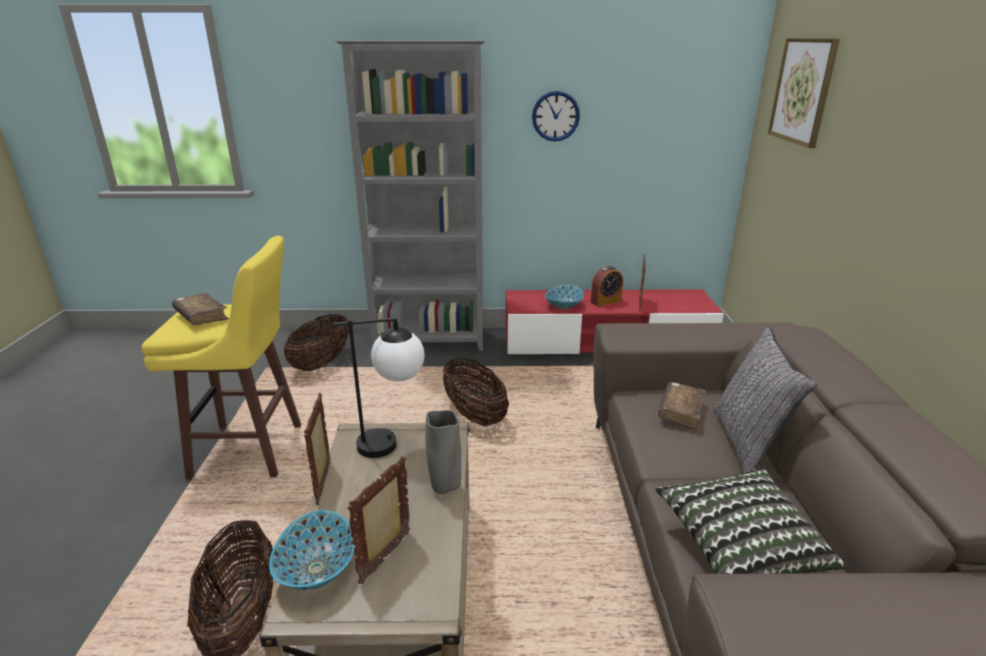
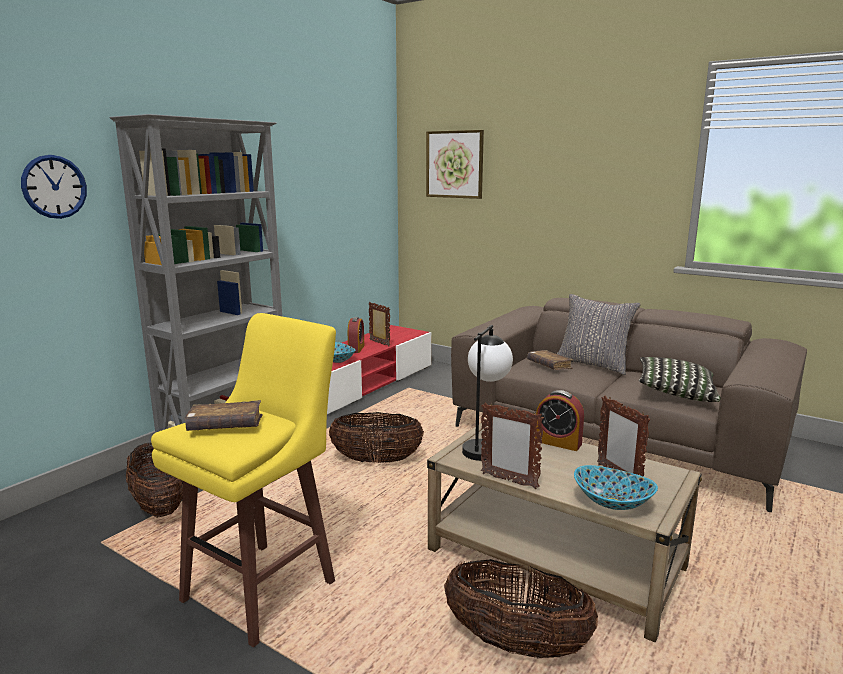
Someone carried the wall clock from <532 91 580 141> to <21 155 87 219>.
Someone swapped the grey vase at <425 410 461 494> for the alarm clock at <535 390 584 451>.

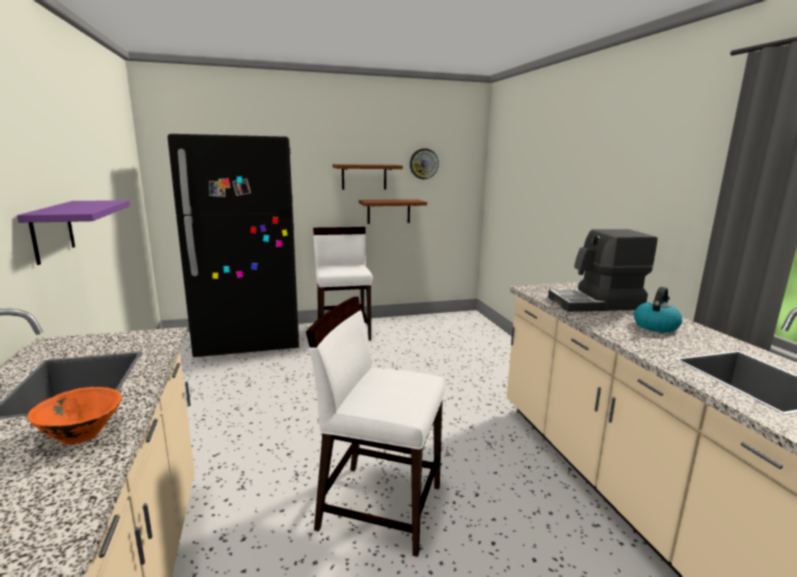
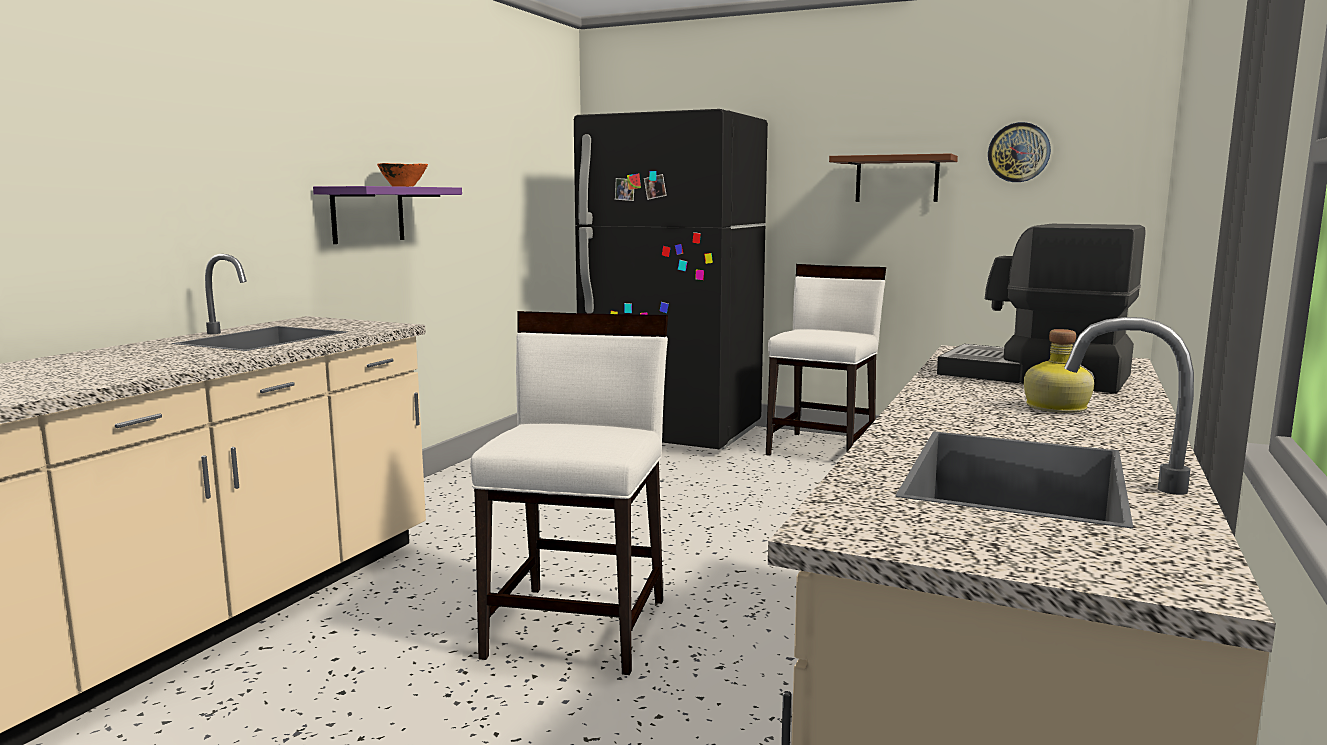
Someone carried the orange bowl from <27 387 122 444> to <377 163 428 187>.
Someone rotated the white chair at <306 297 445 557> by 45 degrees clockwise.
Someone swapped the kettle at <634 287 682 332> for the bottle at <1024 329 1095 413>.
Someone took away the brown shelf at <359 199 427 224>.

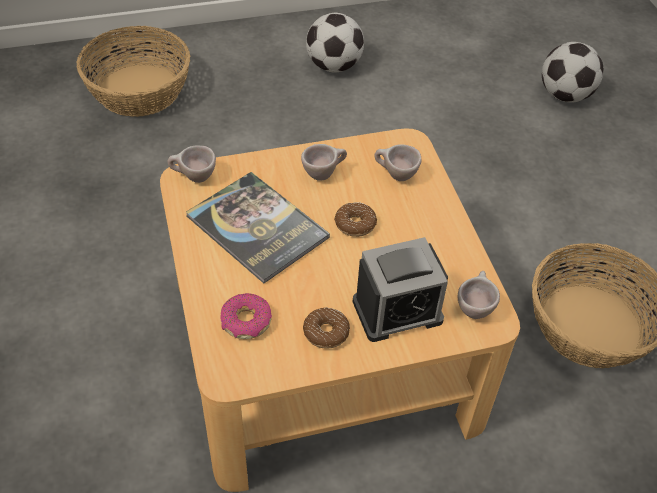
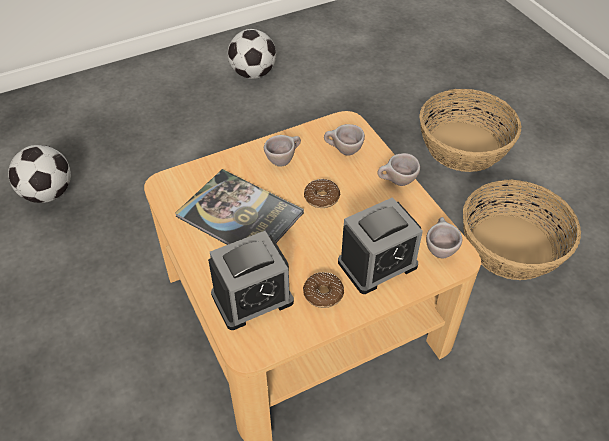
Someone carried the football from <542 42 603 103> to <8 145 71 203>.
Someone swapped the donut at <221 293 272 339> for the alarm clock at <208 231 294 330>.
Someone carried the beige cup from <168 145 216 183> to <377 153 420 186>.
Someone carried the basket from <76 26 190 117> to <419 89 522 172>.

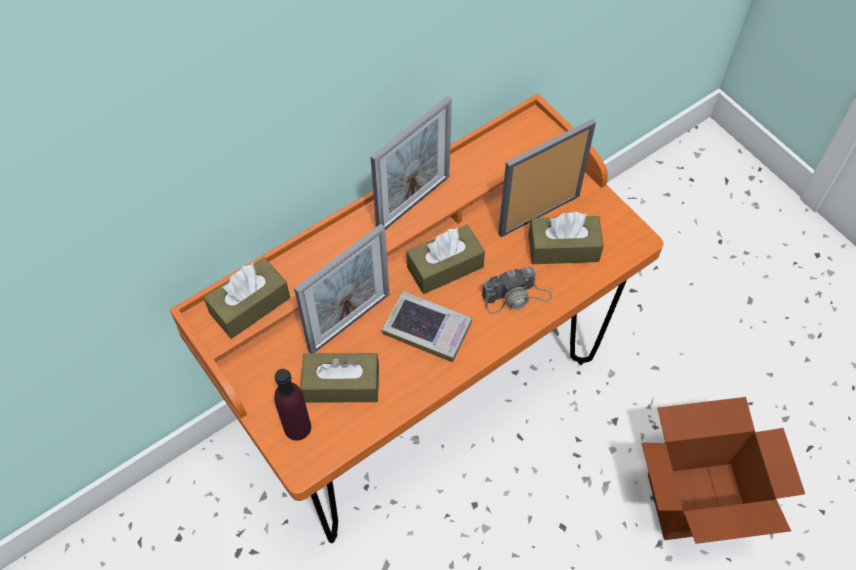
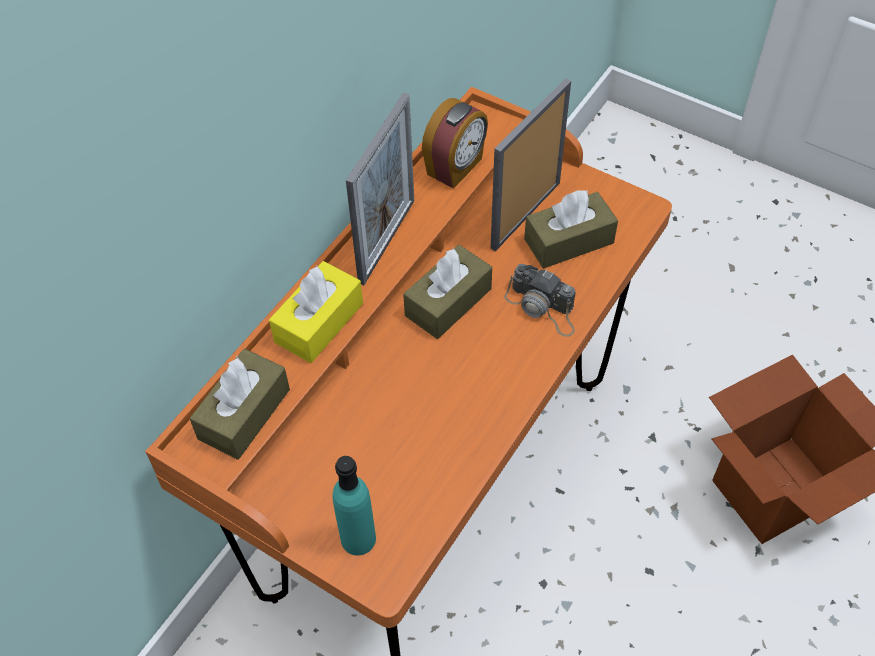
Someone put down the yellow tissue box at <269 261 363 363>.
Someone repainted the purple bottle at <274 369 311 441>, which became the turquoise bottle at <332 456 376 555>.
Someone put down the alarm clock at <422 98 488 188>.
Someone rotated the photo camera at <482 267 552 314> by 75 degrees clockwise.
Someone took away the picture frame at <294 224 389 353>.
Someone took away the brown tissue box at <301 353 379 403>.
Someone took away the book at <382 291 472 362>.

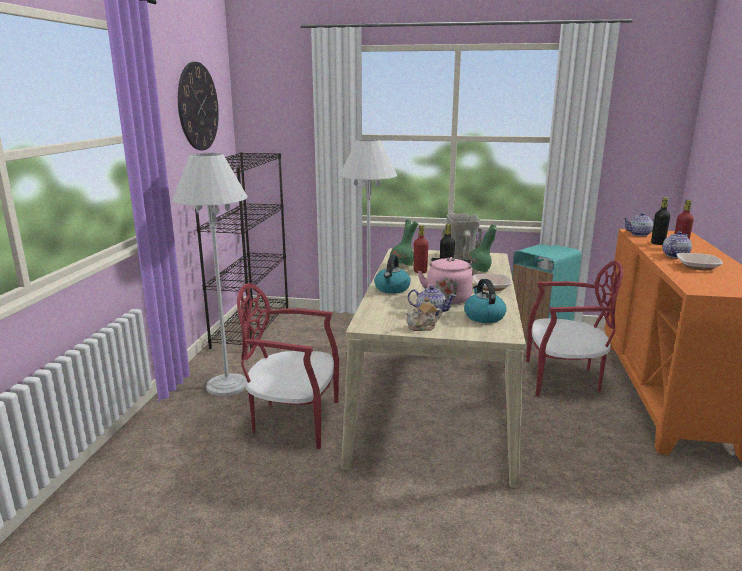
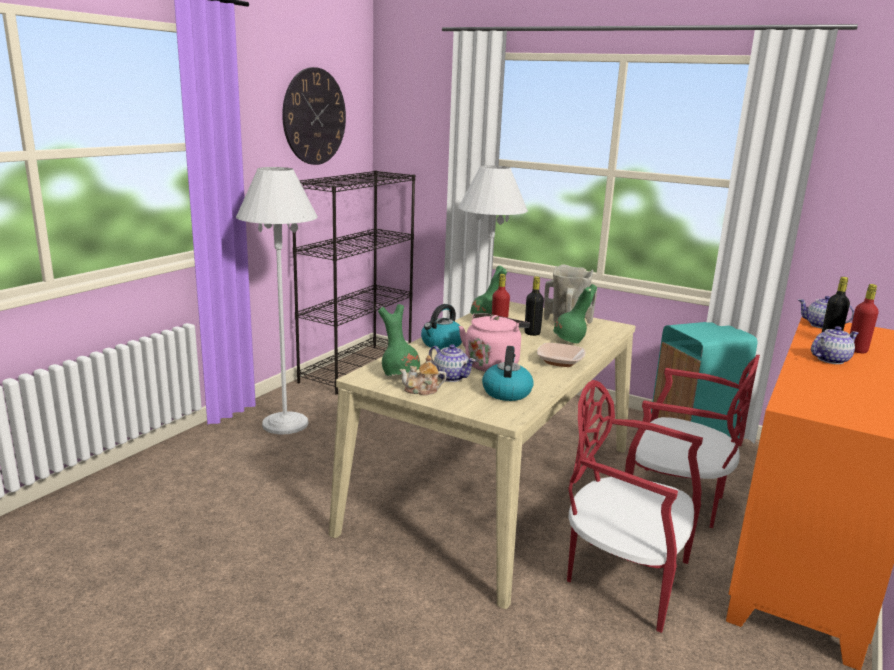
Someone put down the green vase at <378 304 420 377>.
Someone carried the red chair from <237 283 339 449> to <567 380 703 633>.
Someone took away the bowl at <677 253 723 271>.

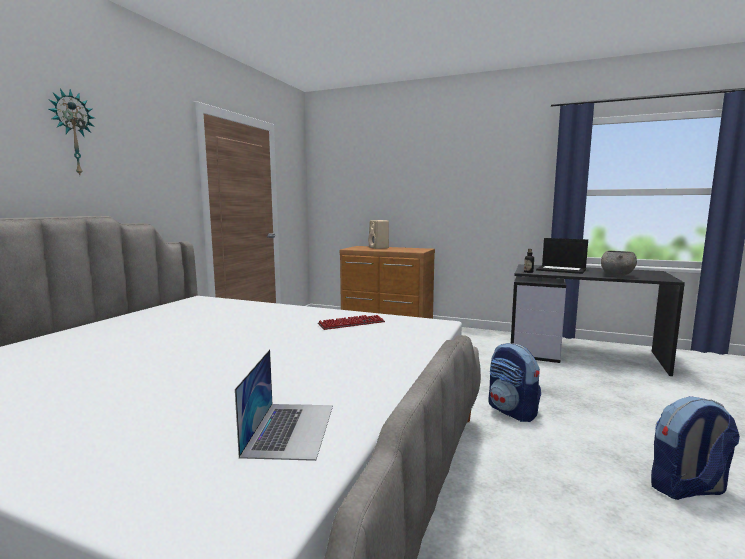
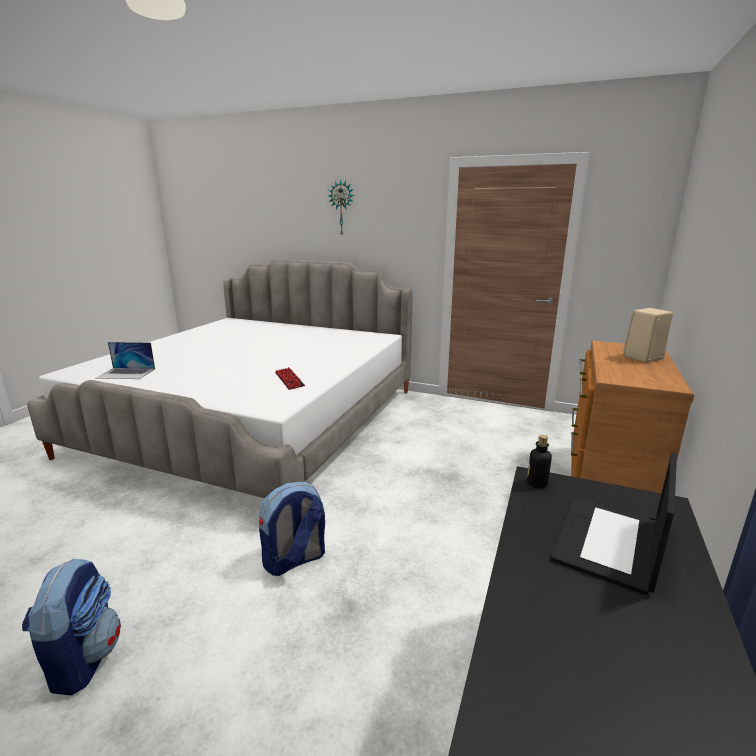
Someone took away the grey bowl at <601 251 637 276>.

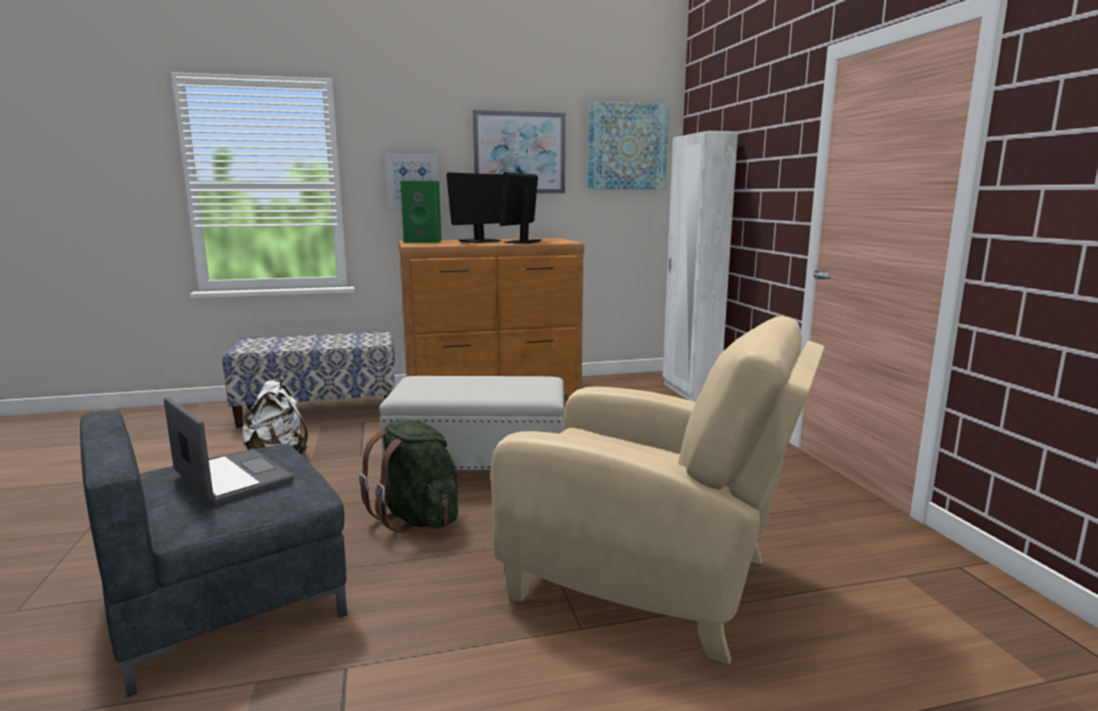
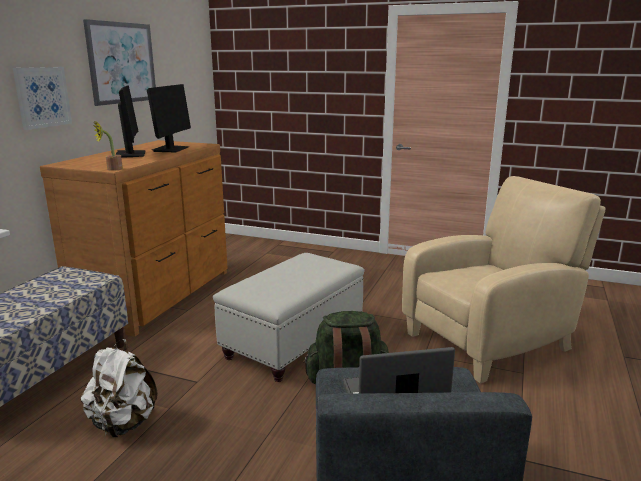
Someone put down the potted plant at <93 122 123 171>.
Someone rotated the monitor at <500 172 542 244> by 135 degrees counterclockwise.
Someone took away the green speaker at <400 181 441 243>.
Someone took away the picture at <588 101 669 189>.
Someone took away the white wardrobe at <663 131 738 402>.

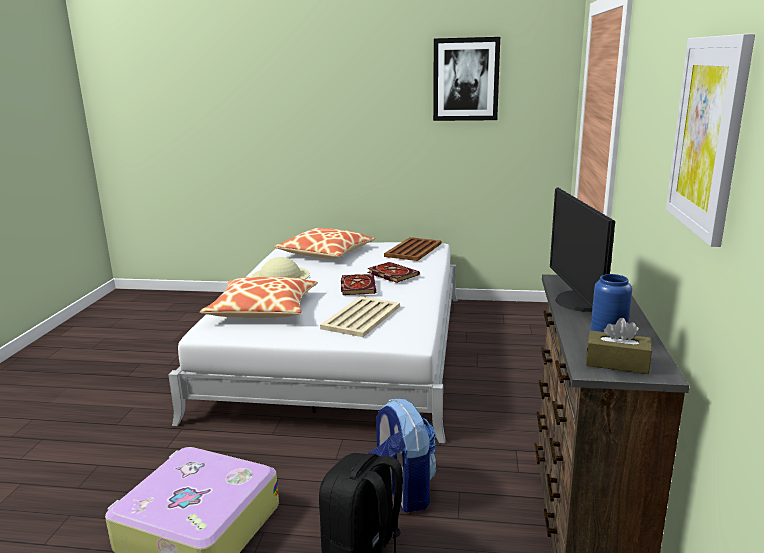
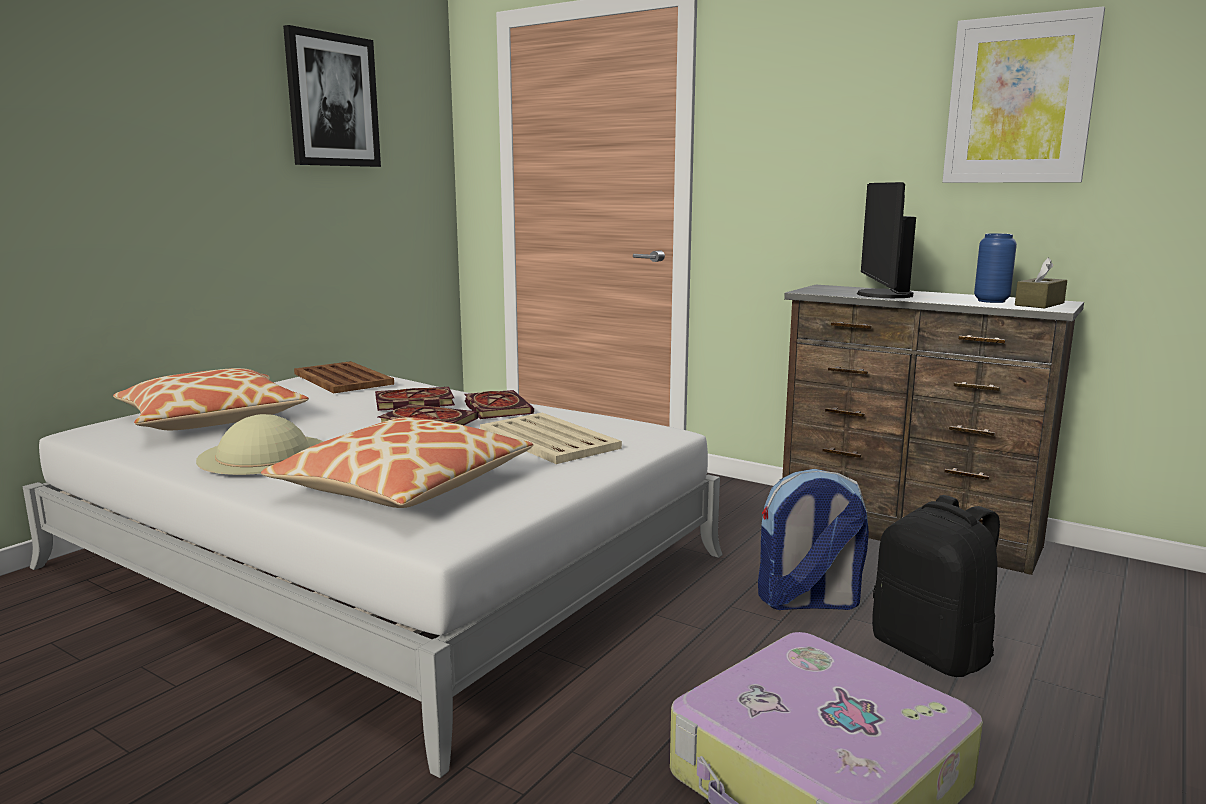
Someone put down the book at <464 390 534 419>.
Someone rotated the monitor at <550 188 615 312> by 75 degrees clockwise.

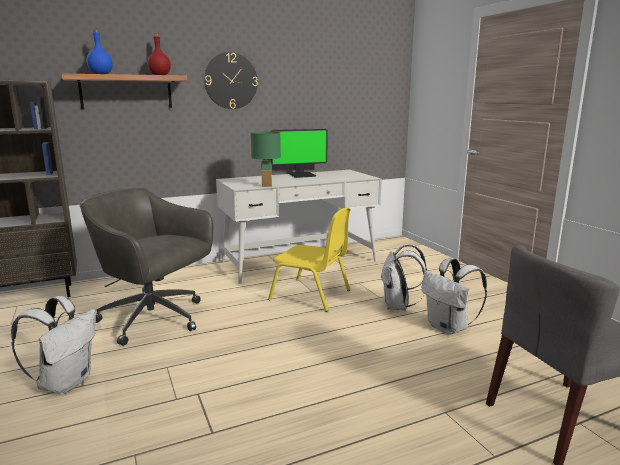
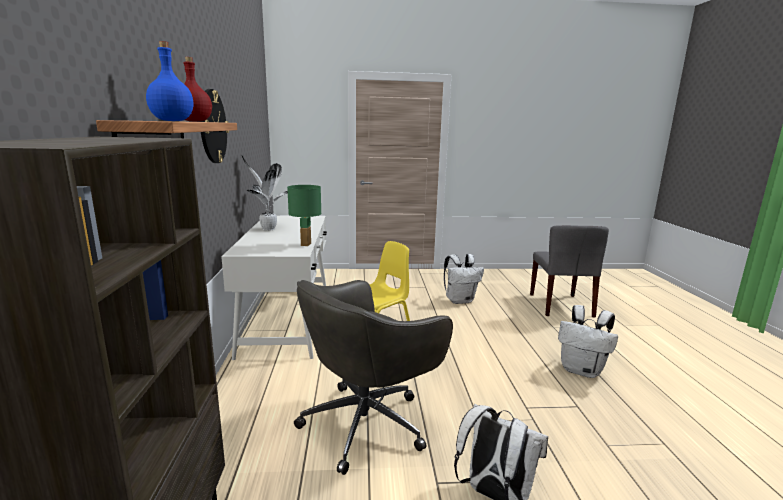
Someone swapped the monitor at <270 129 328 178> for the potted plant at <241 155 288 231>.
Someone carried the white backpack from <380 244 427 311> to <558 305 618 378>.

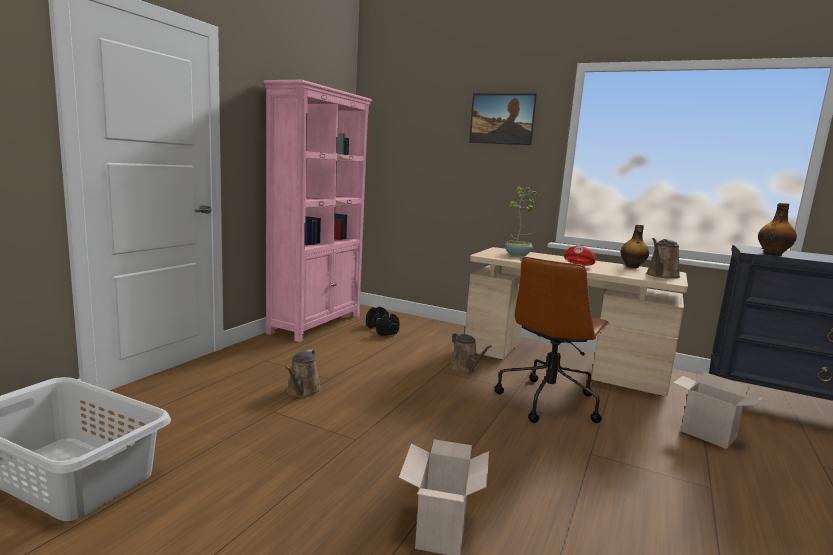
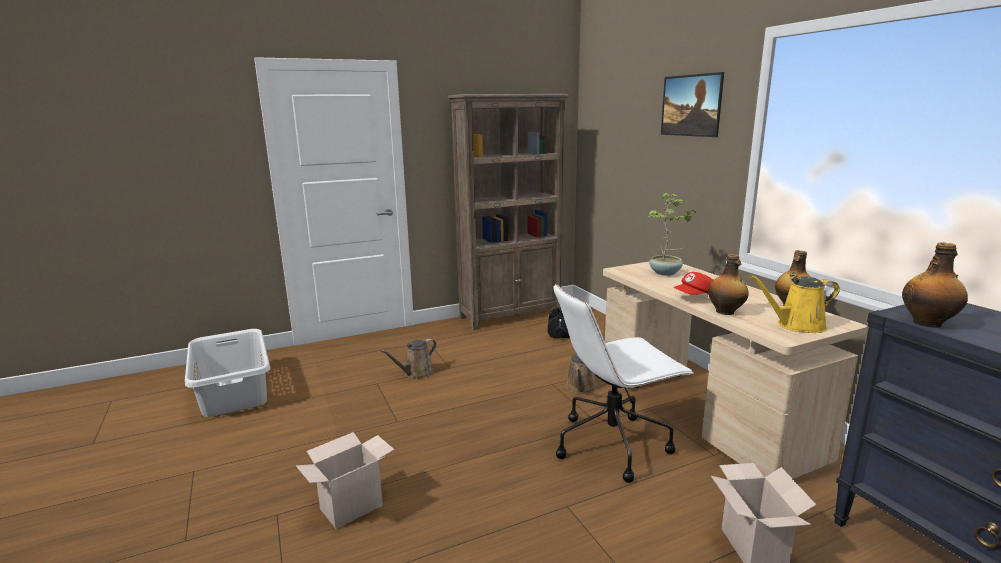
Someone repainted the pink bookcase at <264 80 372 342>, which became the brown bookcase at <448 94 569 330>.
Someone repainted the brown office chair at <495 257 609 423>, which became the white office chair at <553 284 694 483>.
Someone put down the bottle at <708 254 749 315>.
Someone repainted the brown watering can at <646 238 680 279>, which became the yellow watering can at <750 275 840 333>.

